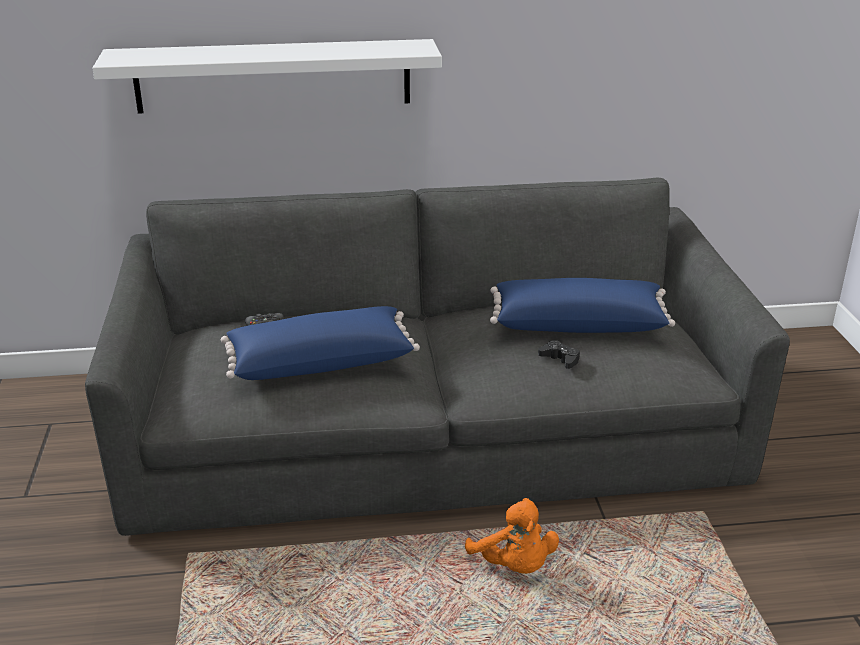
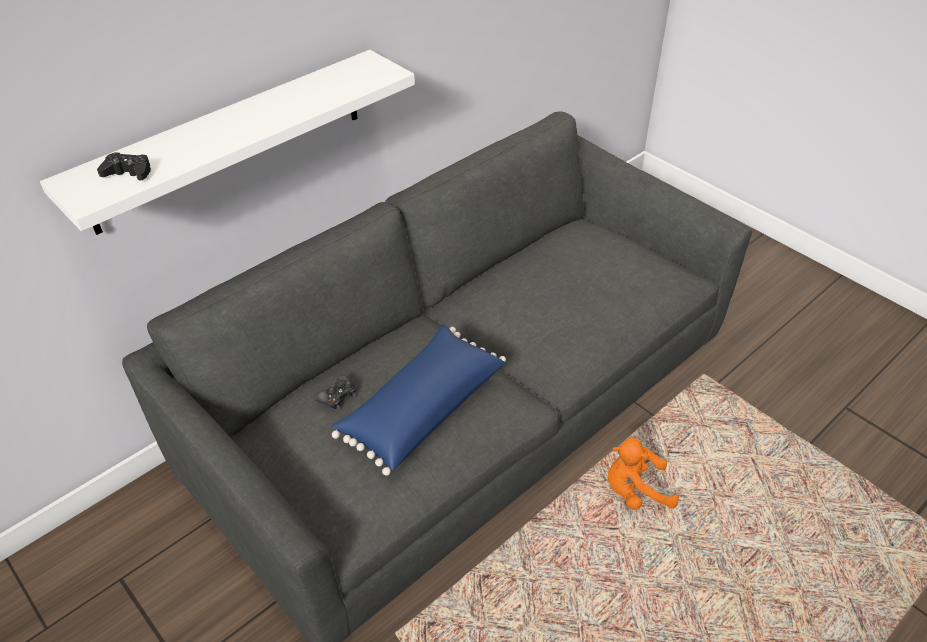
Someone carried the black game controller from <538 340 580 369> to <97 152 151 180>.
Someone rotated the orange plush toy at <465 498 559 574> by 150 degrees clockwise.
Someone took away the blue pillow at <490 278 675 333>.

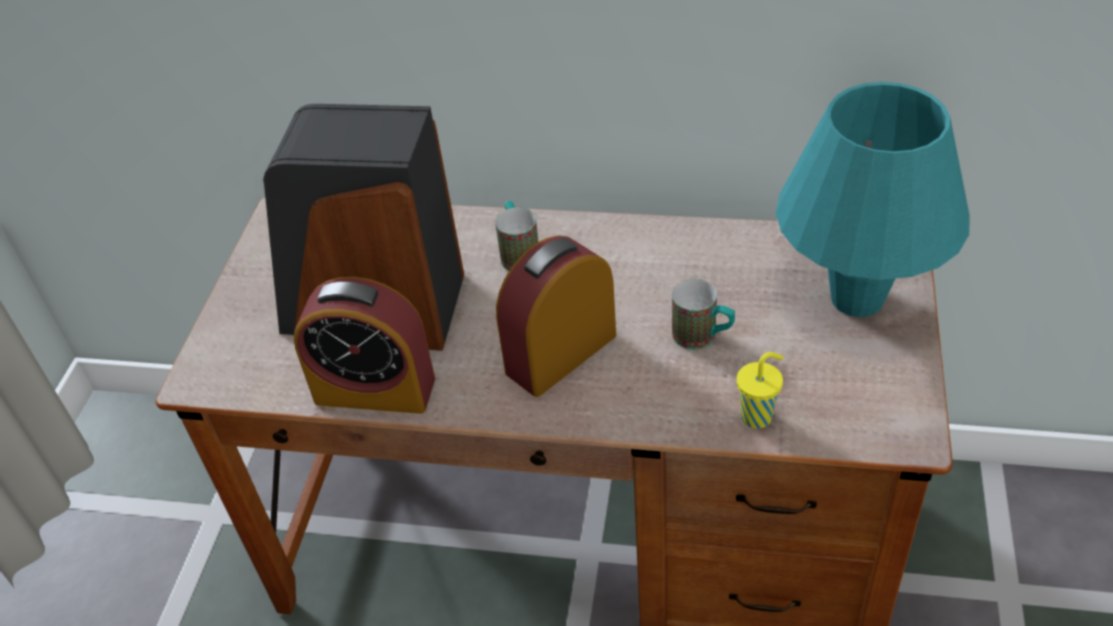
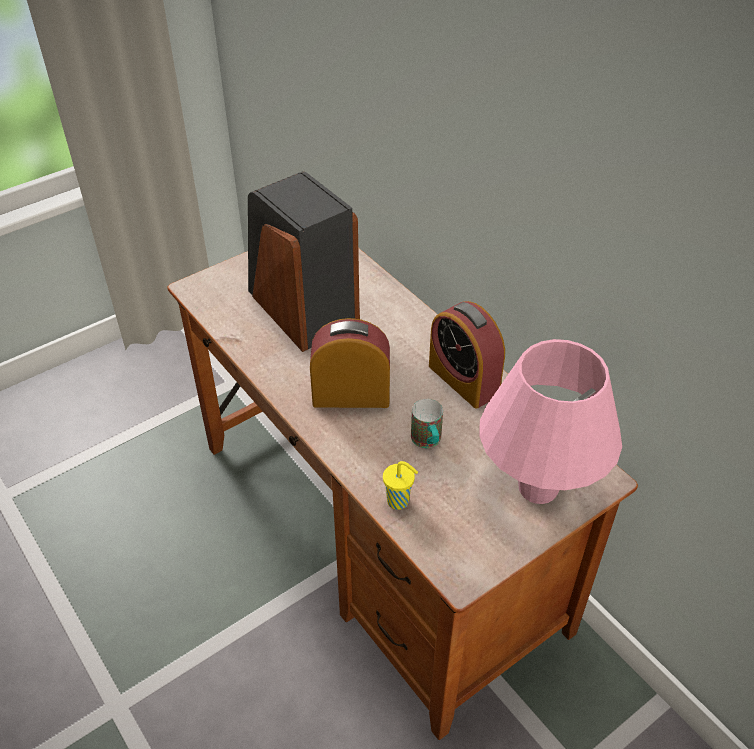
Someone carried the alarm clock from <293 277 435 414> to <429 301 505 409>.
Someone repainted the turquoise table lamp at <776 82 970 317>, which became the pink table lamp at <479 339 622 504>.
Someone took away the mug at <495 201 539 271>.

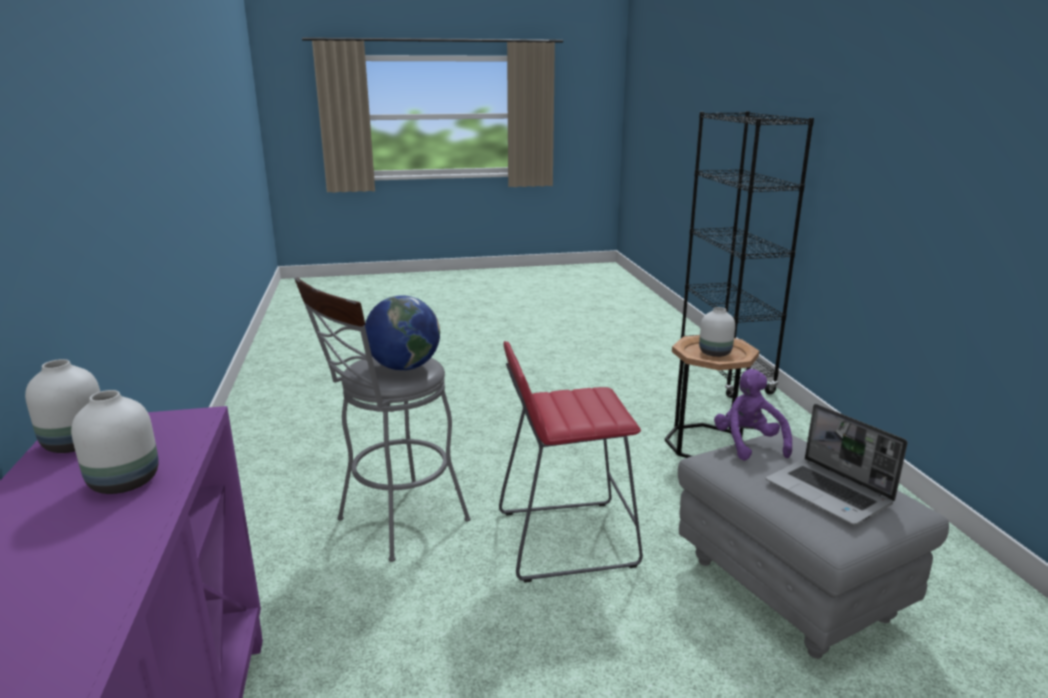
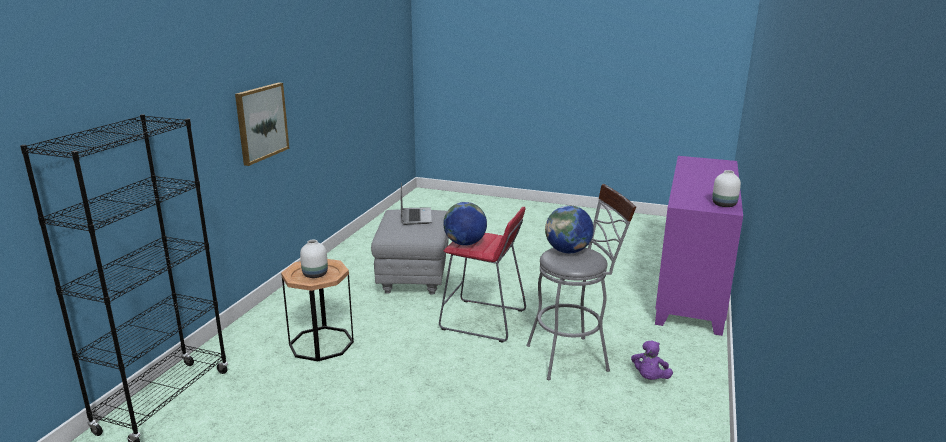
Someone put up the picture at <235 82 289 166>.
Someone put down the globe at <443 202 487 246>.
Someone carried the purple plush toy from <714 369 792 461> to <631 340 673 380>.
Someone took away the white vase at <71 390 159 494>.

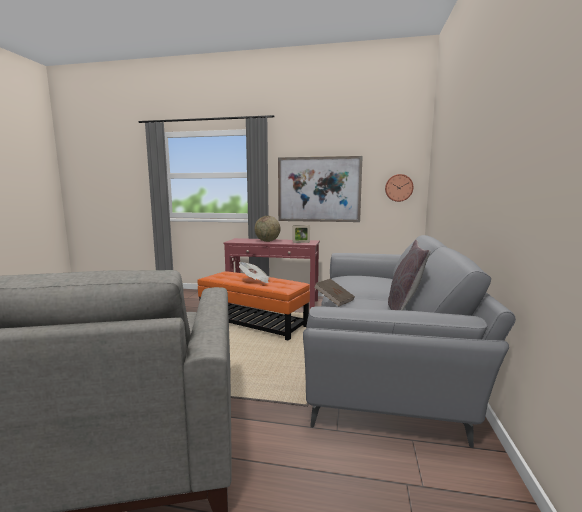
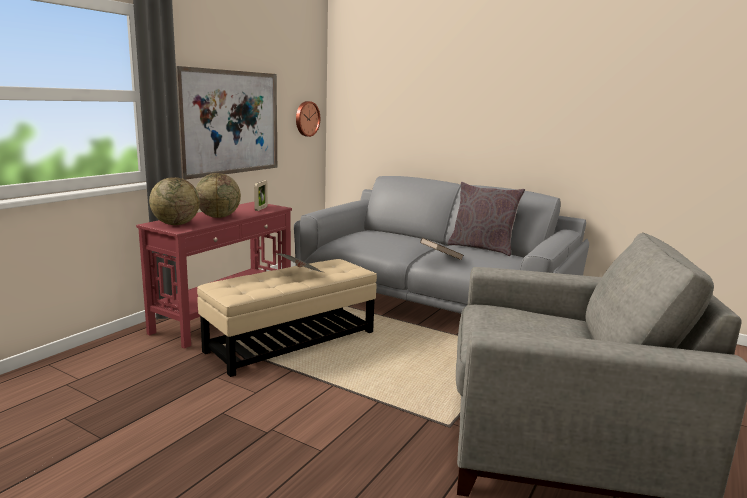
Someone put down the globe at <149 177 200 225>.
Someone repainted the orange ottoman at <198 271 310 341>, which became the beige ottoman at <197 259 377 377>.

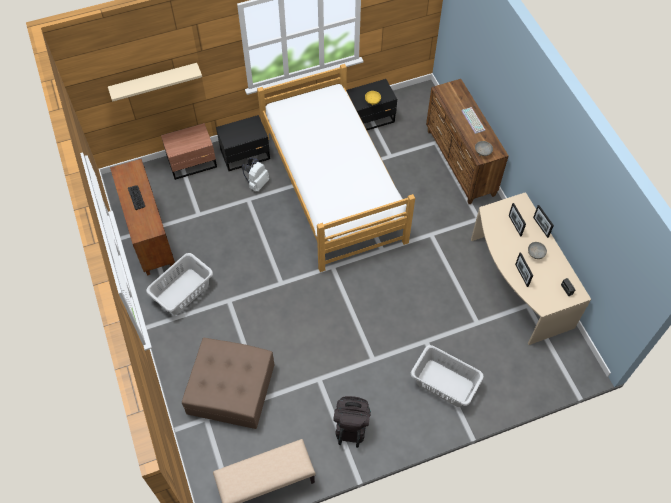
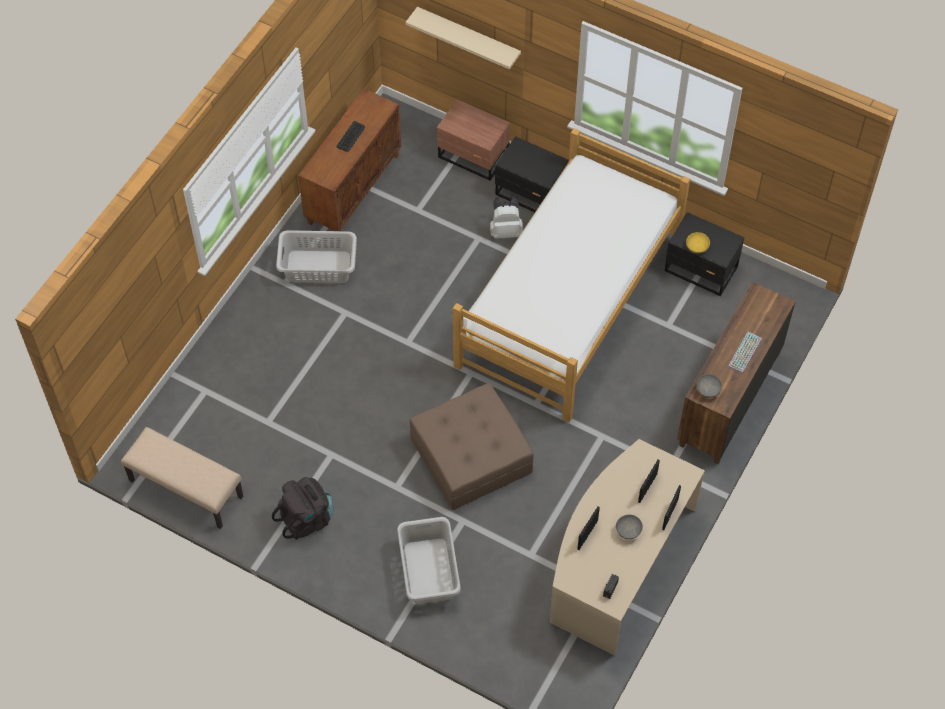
Someone carried the brown ottoman from <182 338 274 429> to <410 383 534 510>.

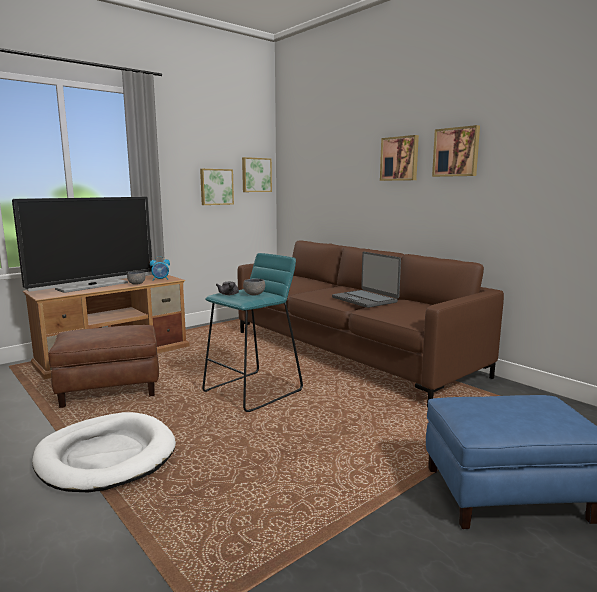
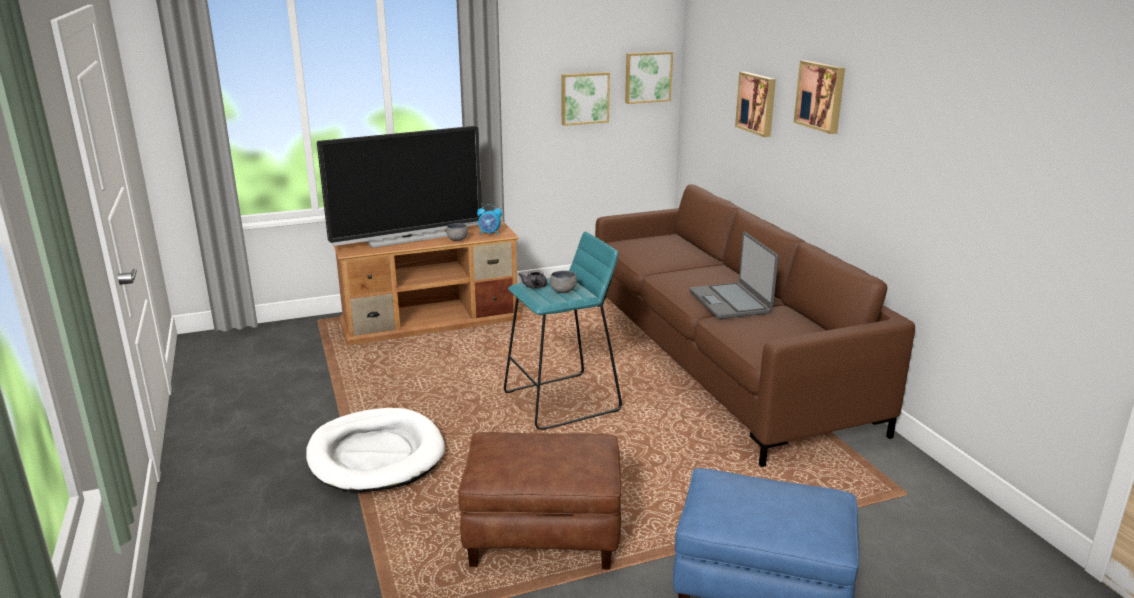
Someone carried the brown ottoman from <48 325 159 408> to <458 432 621 570>.
Someone carried the picture from <432 125 480 177> to <735 72 776 137>.

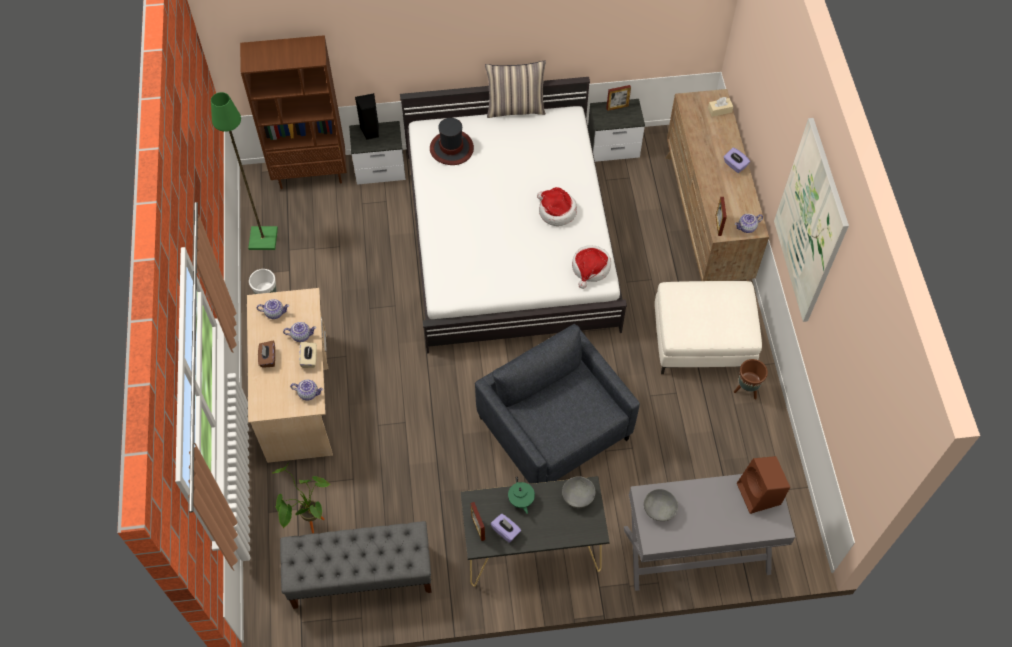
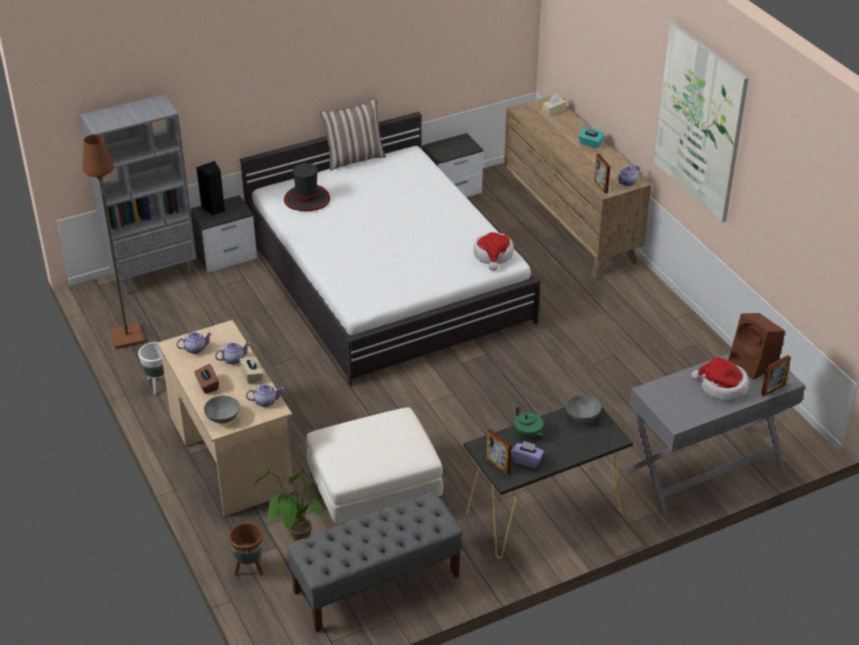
Someone repainted the brown bookcase at <240 35 347 189>, which became the grey bookcase at <80 94 197 294>.
Someone repainted the green floor lamp at <211 92 278 250>, which became the brown floor lamp at <83 134 145 349>.
Someone carried the grey bowl from <644 489 678 521> to <204 396 240 424>.
Someone carried the brown planter from <734 359 768 399> to <229 523 263 576>.
Someone carried the white ottoman from <655 281 762 374> to <306 407 443 525>.
Someone repainted the purple tissue box at <724 147 750 173>, which became the turquoise tissue box at <578 127 605 148>.
Someone carried the hat from <537 187 577 226> to <691 358 749 401>.
Someone carried the picture frame from <606 85 631 111> to <761 355 791 396>.
Someone took away the grey armchair at <475 324 640 484>.

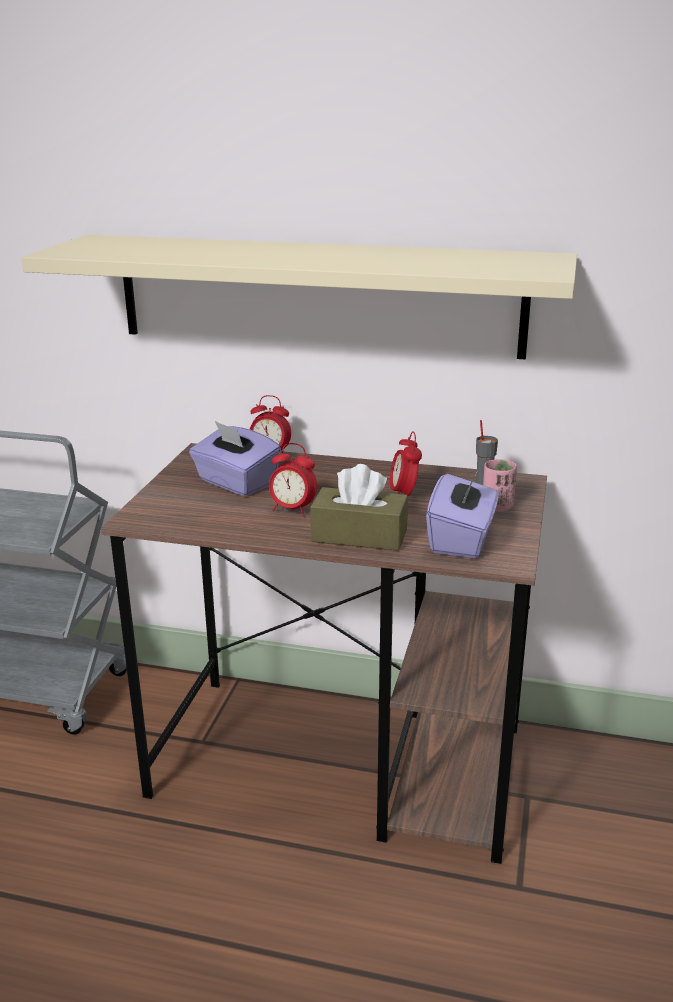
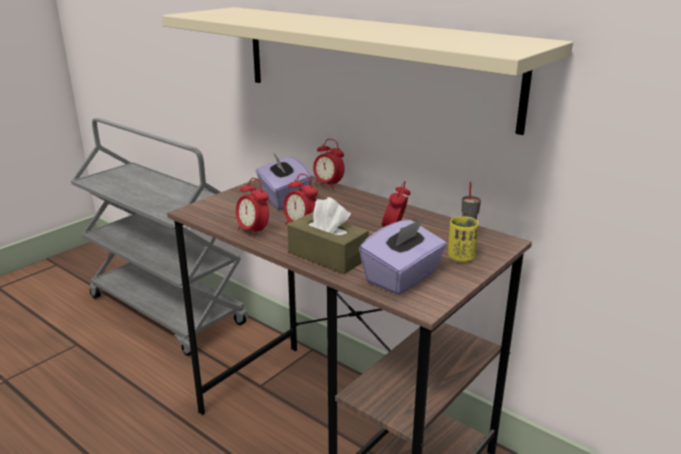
Someone put down the alarm clock at <236 178 269 238>.
Someone repainted the pink cup at <483 459 517 511>, which became the yellow cup at <448 216 479 262>.

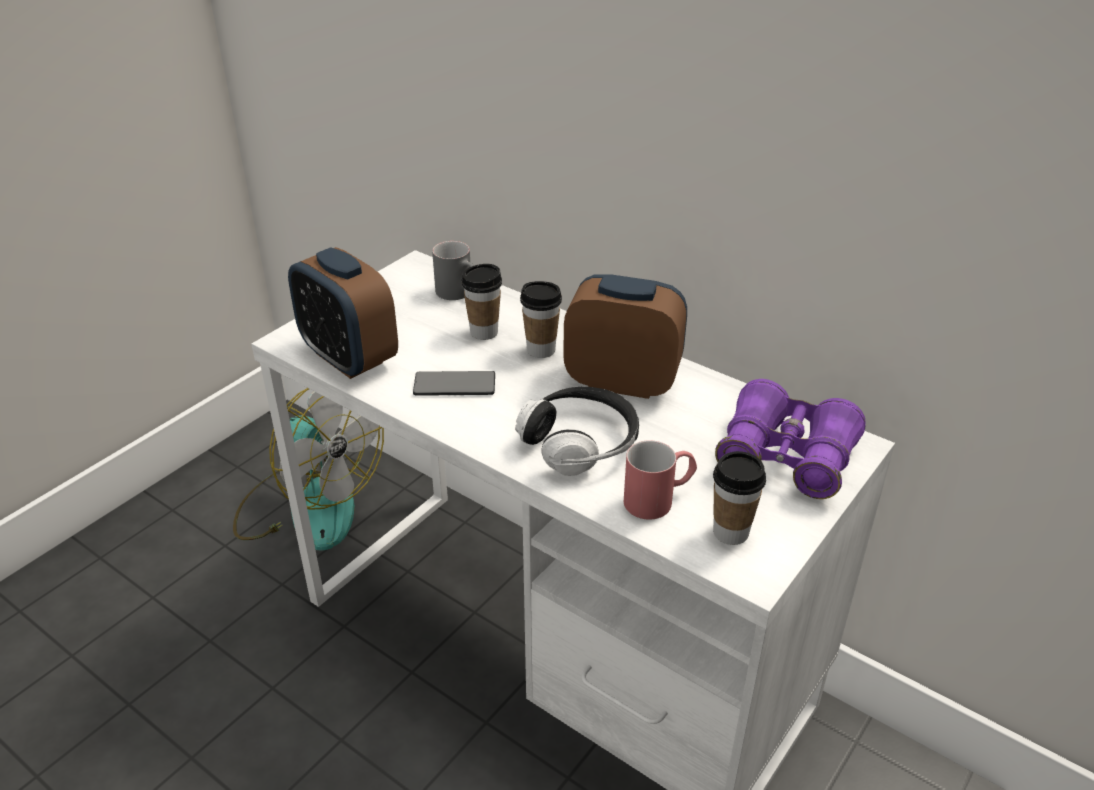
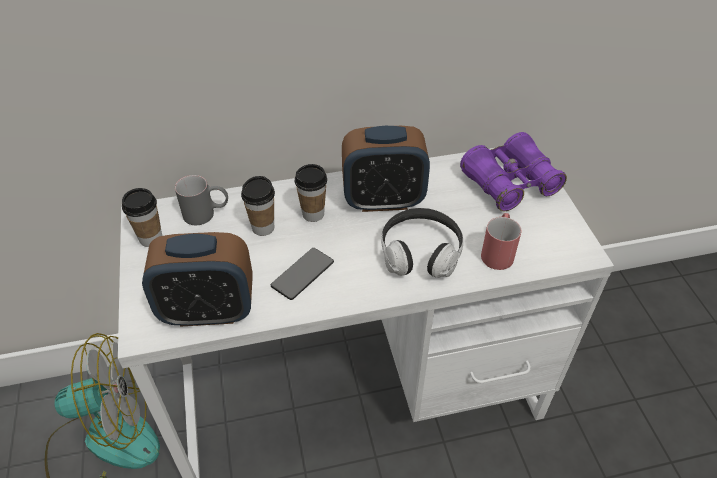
Someone carried the cup from <713 451 766 545> to <122 188 162 247>.
Someone rotated the alarm clock at <563 274 687 399> by 150 degrees counterclockwise.

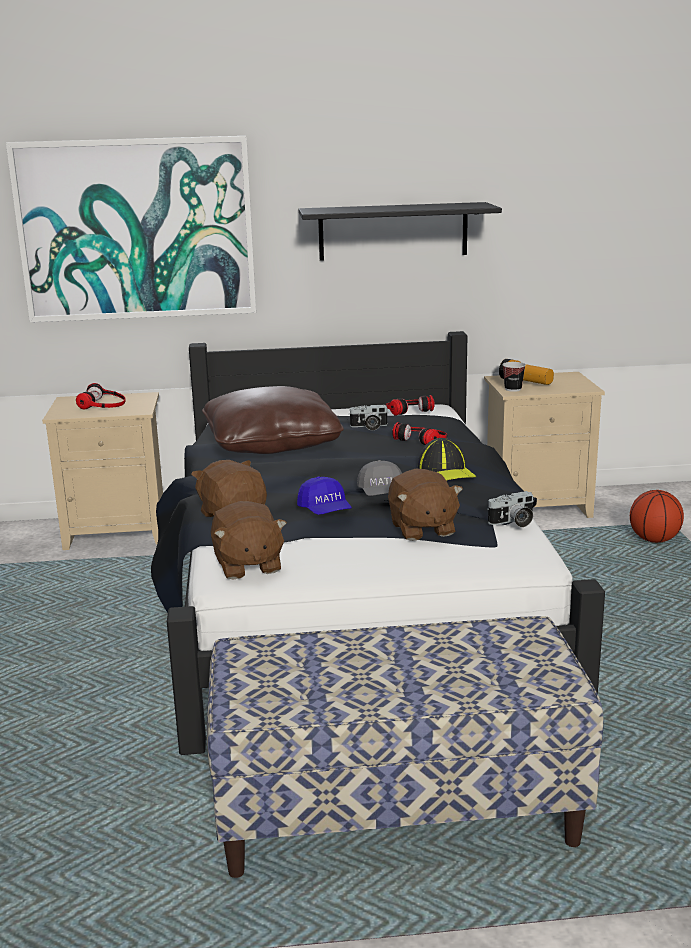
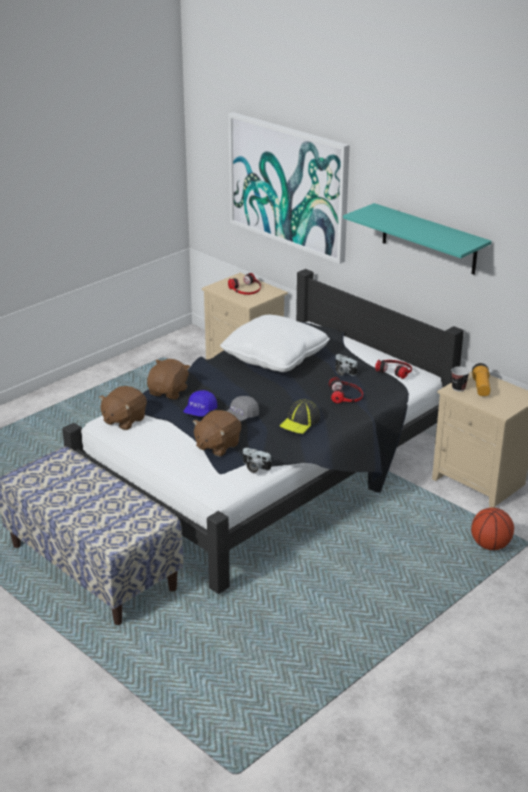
Someone repainted the brown pillow at <202 386 344 454>, which became the white pillow at <220 315 330 372>.
Someone repainted the black shelf at <299 202 502 261>, which became the turquoise shelf at <343 203 492 275>.

